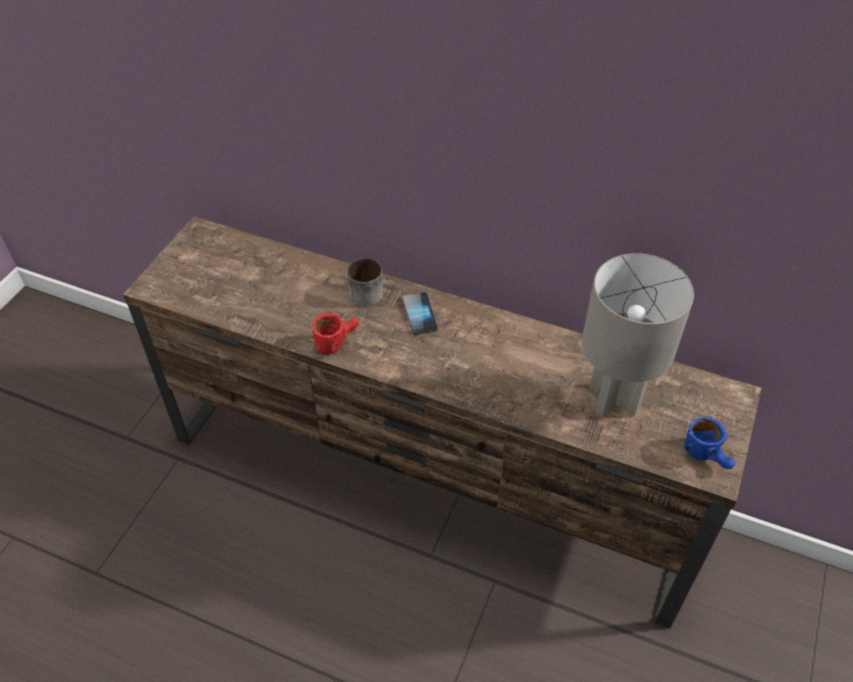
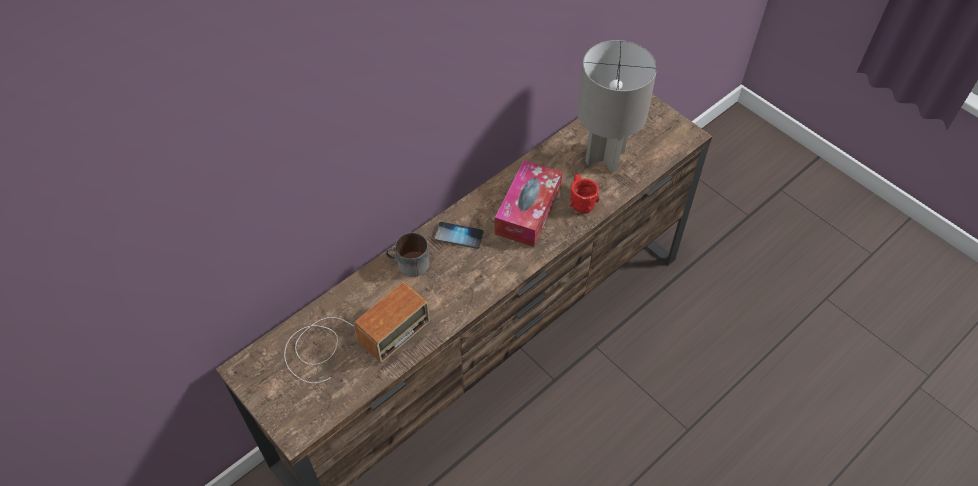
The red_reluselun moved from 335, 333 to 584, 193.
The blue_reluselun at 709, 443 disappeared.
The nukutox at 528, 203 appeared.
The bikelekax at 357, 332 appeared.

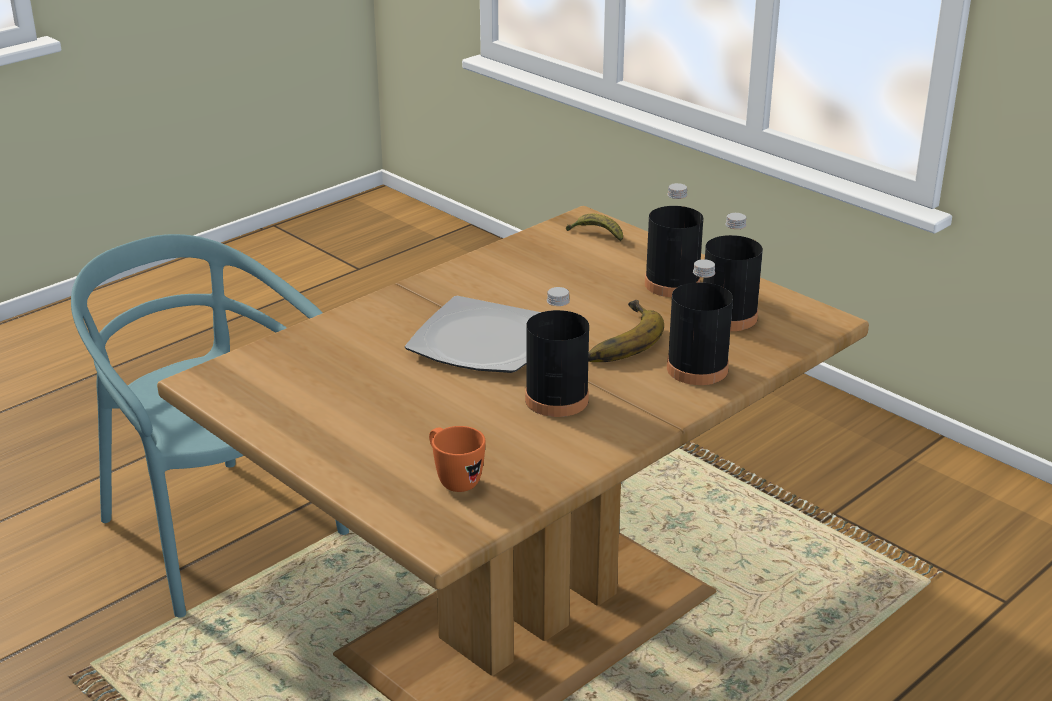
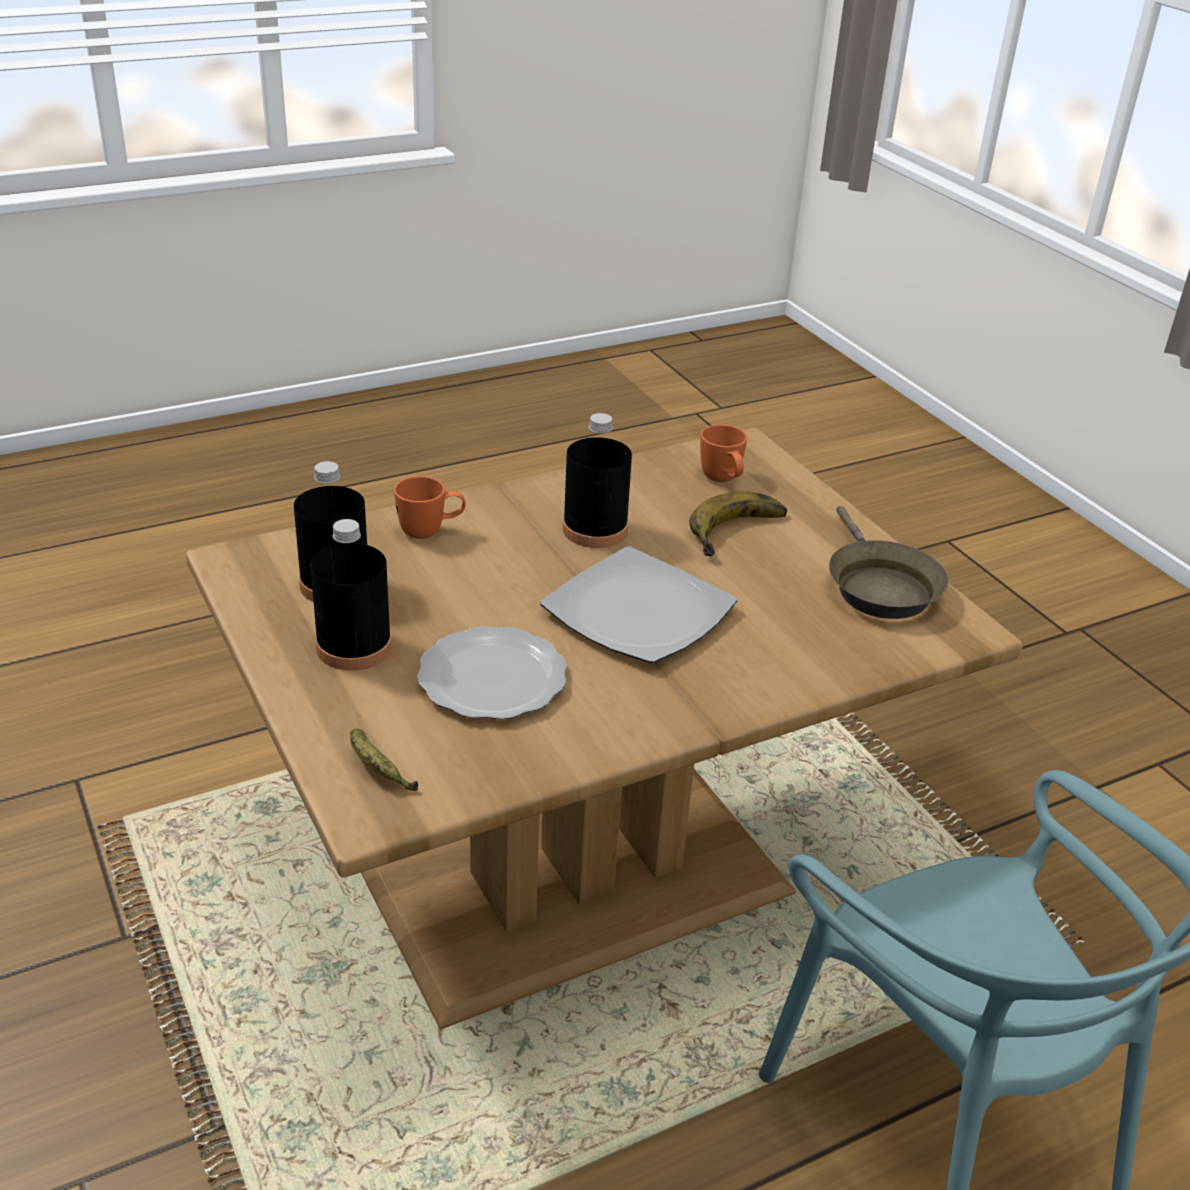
The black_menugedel at 700, 322 was replaced by the orange_reluselun at 430, 507.
The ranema moved from 626, 331 to 738, 524.
The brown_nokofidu at 889, 562 appeared.
The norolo at 492, 673 appeared.

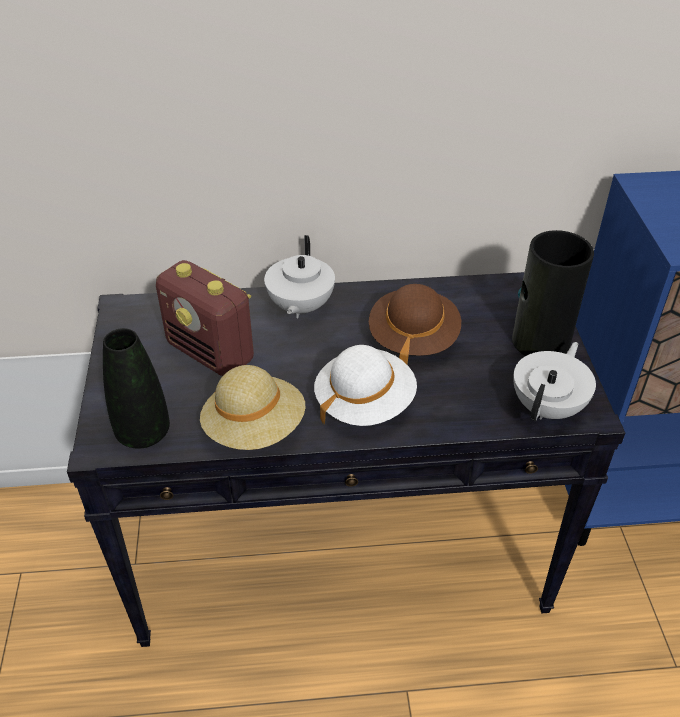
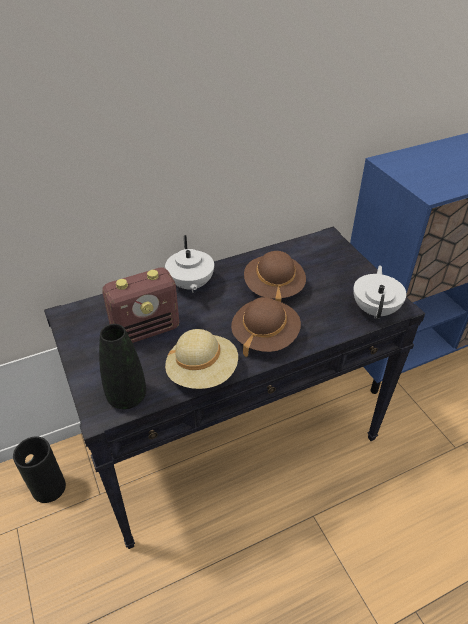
The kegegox moved from 553, 293 to 39, 469.
The bikelekax at 205, 318 turned 45 degrees counterclockwise.
The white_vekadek at 365, 385 became the brown_vekadek at 266, 327.

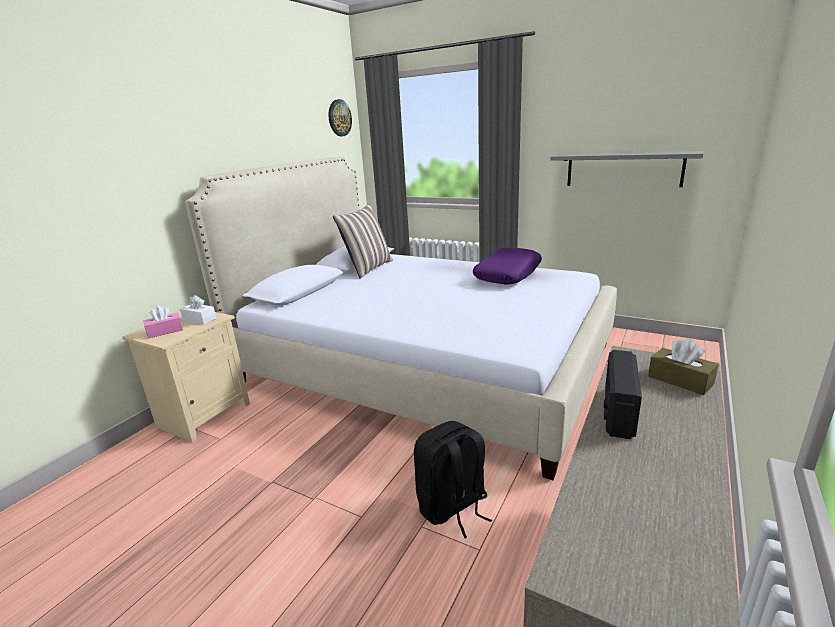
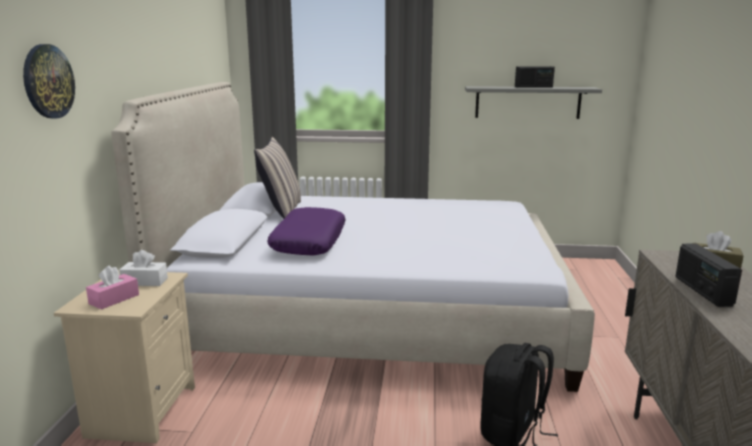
The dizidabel moved from 340, 117 to 49, 81.
The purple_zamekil moved from 507, 266 to 306, 231.
The bikelekax at 535, 77 appeared.

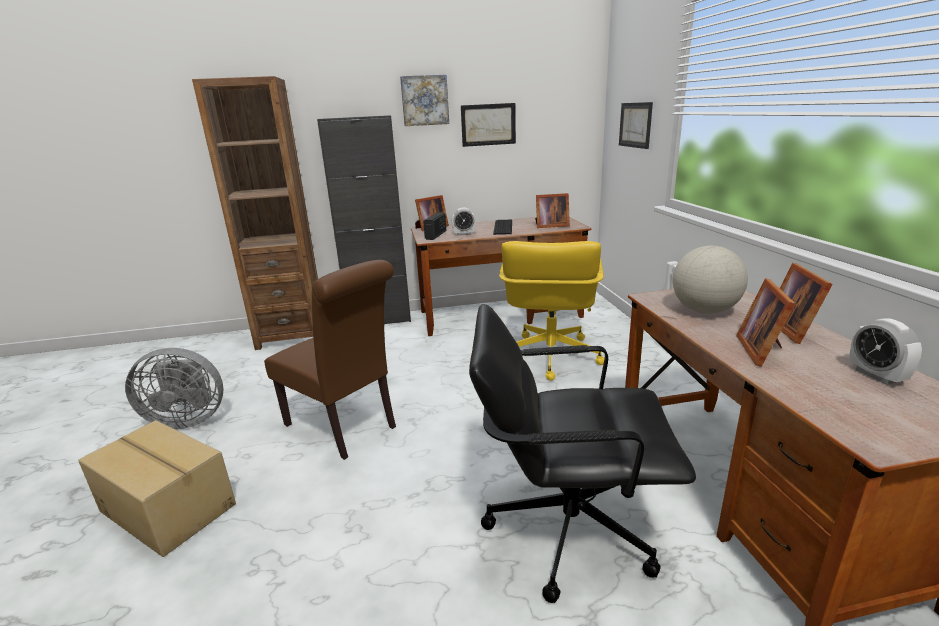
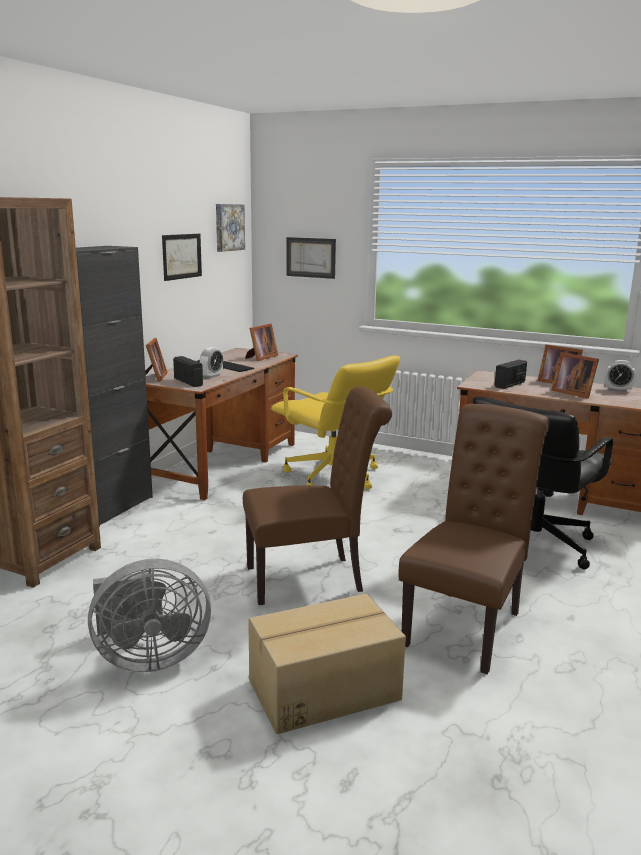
The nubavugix moved from 424, 100 to 230, 228.
The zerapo at 710, 280 was replaced by the bikelekax at 510, 374.
The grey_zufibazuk at 174, 388 turned 45 degrees clockwise.
The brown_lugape at 474, 539 appeared.

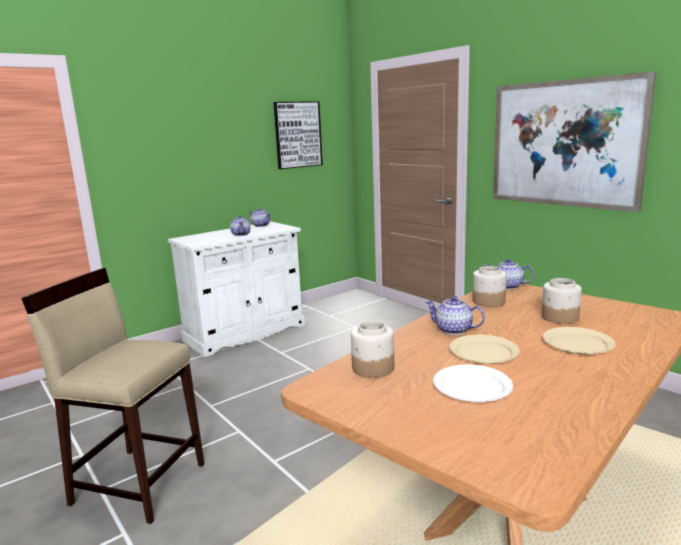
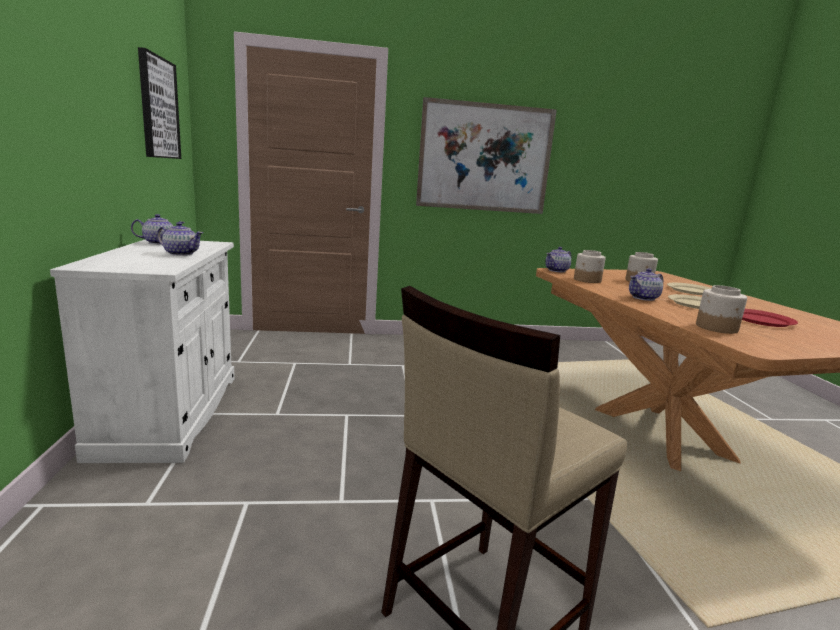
The white_norolo at 473, 383 became the red_norolo at 770, 318.

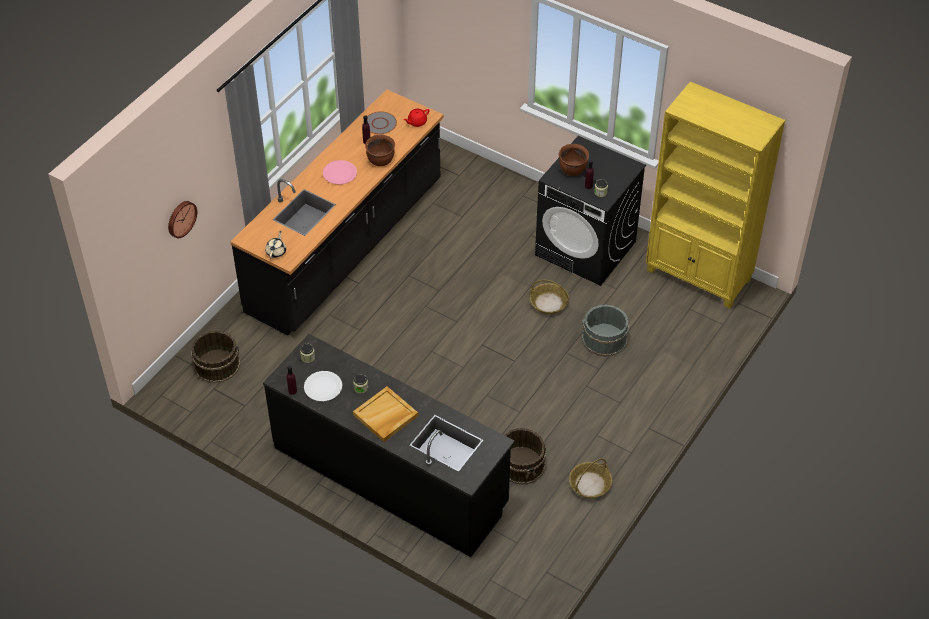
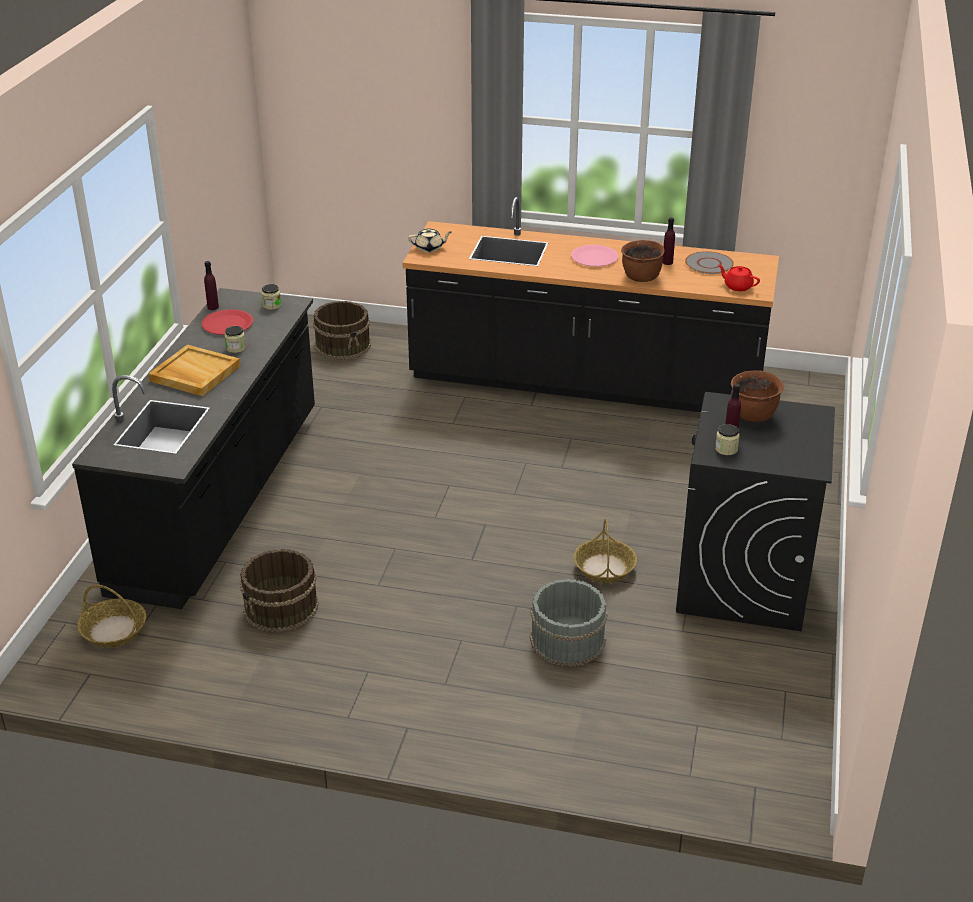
The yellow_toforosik at 715, 195 disappeared.
The dizidabel at 182, 219 disappeared.
The white_norolo at 323, 386 became the red_norolo at 227, 322.
The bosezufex moved from 590, 478 to 111, 616.

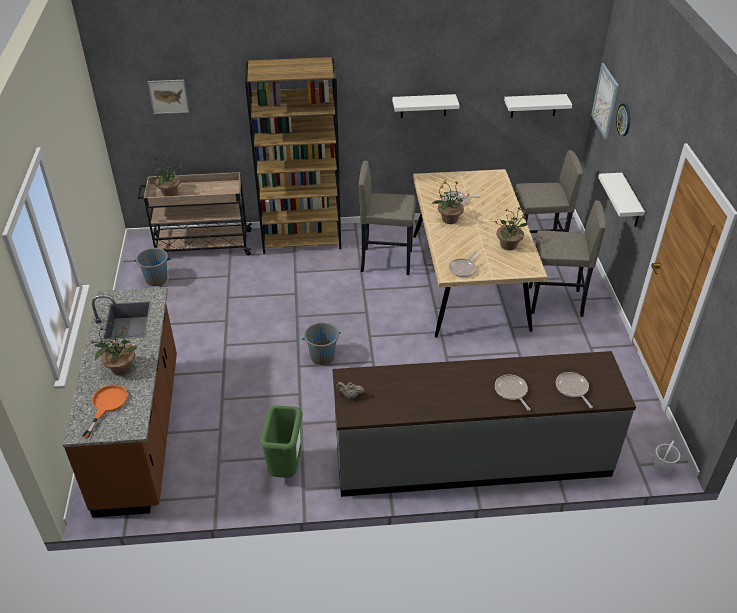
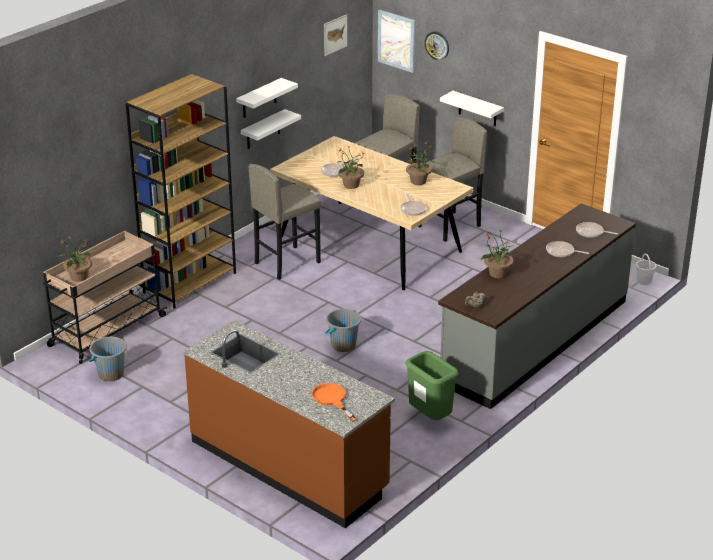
The nubavugix moved from 168, 97 to 335, 35.
The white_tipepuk moved from 538, 106 to 271, 129.
The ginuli moved from 113, 349 to 498, 253.

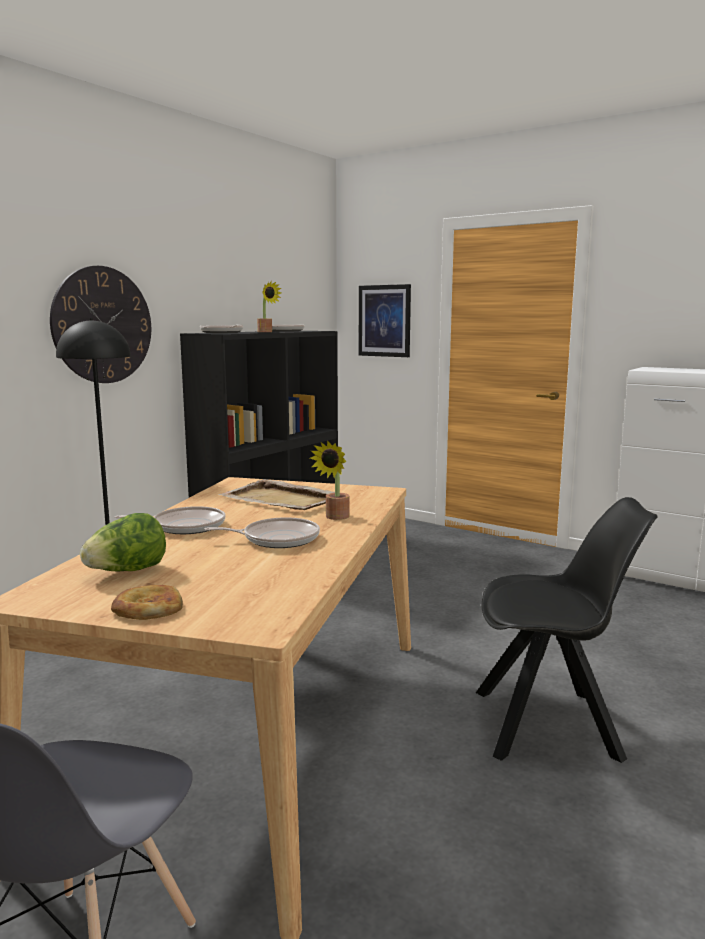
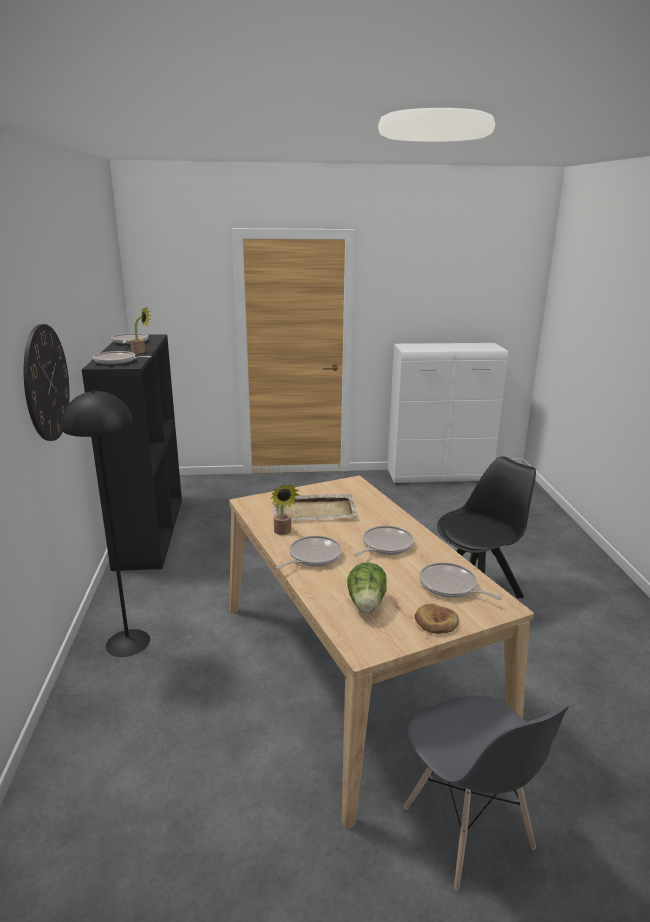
The nubavugix at 385, 320 disappeared.
The ginuli moved from 330, 480 to 284, 509.
The nokofidu at 460, 581 appeared.

